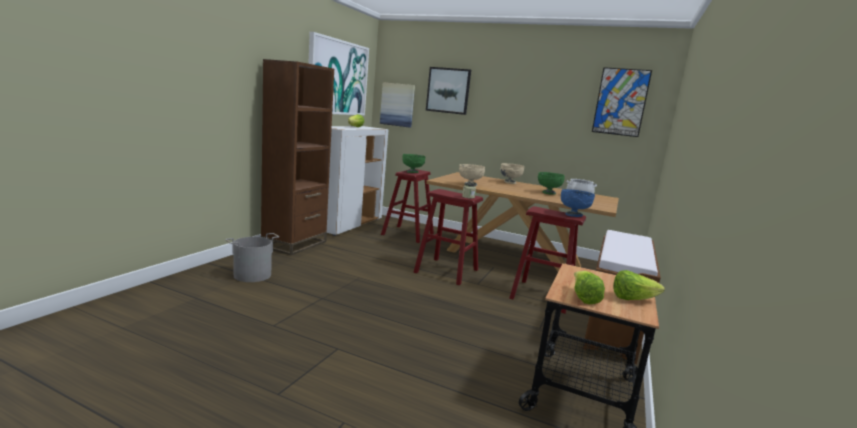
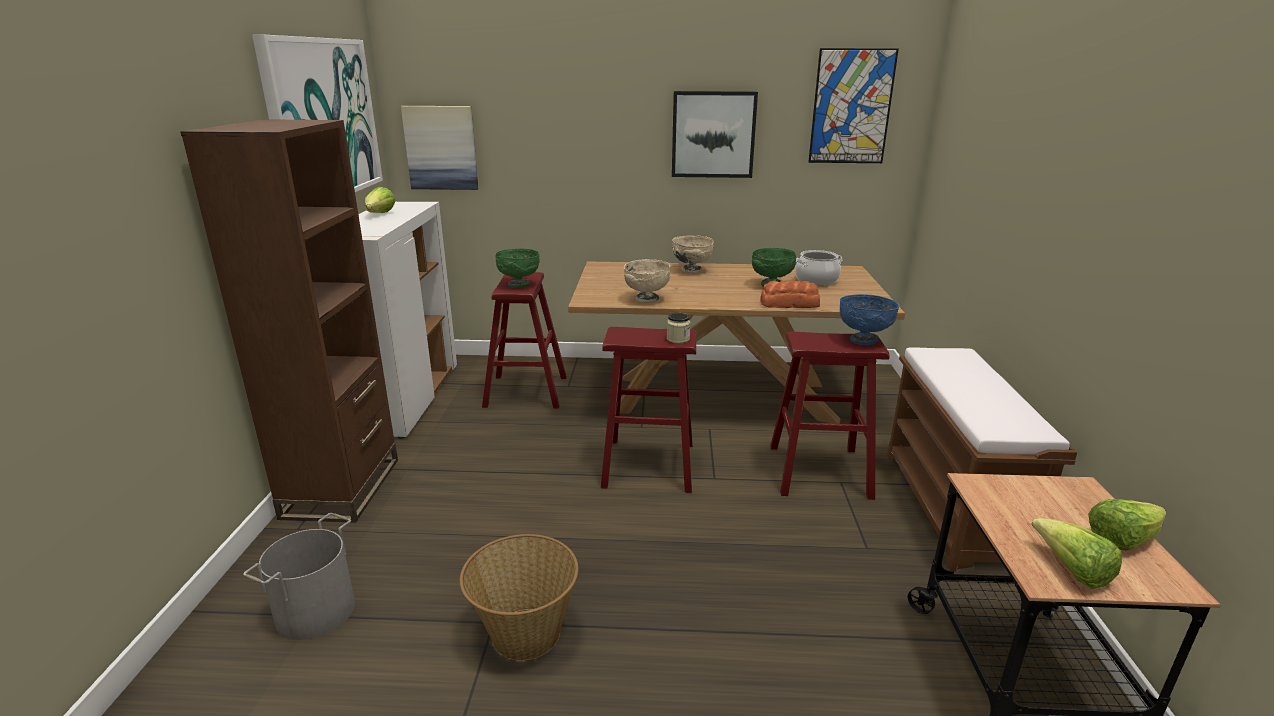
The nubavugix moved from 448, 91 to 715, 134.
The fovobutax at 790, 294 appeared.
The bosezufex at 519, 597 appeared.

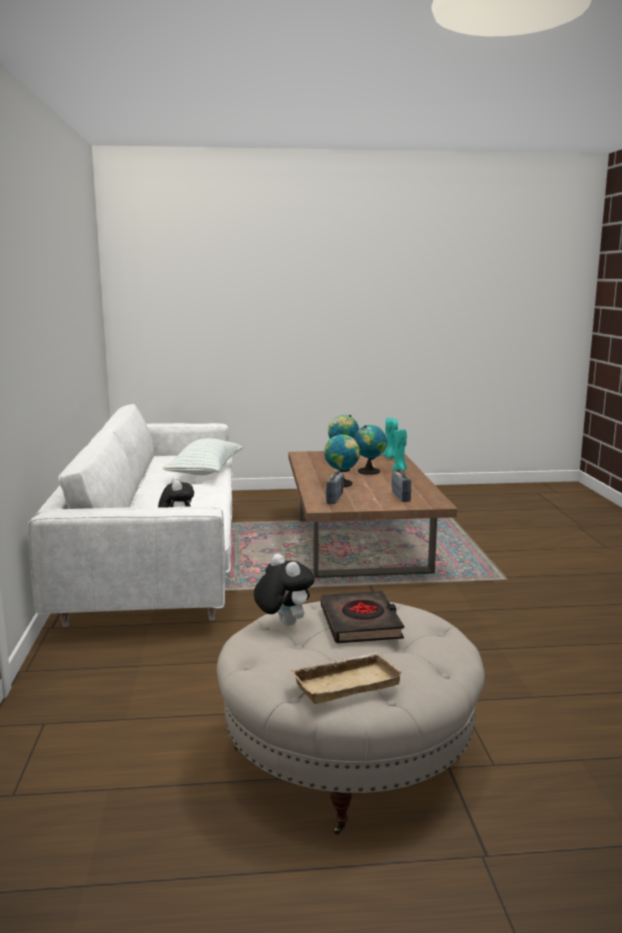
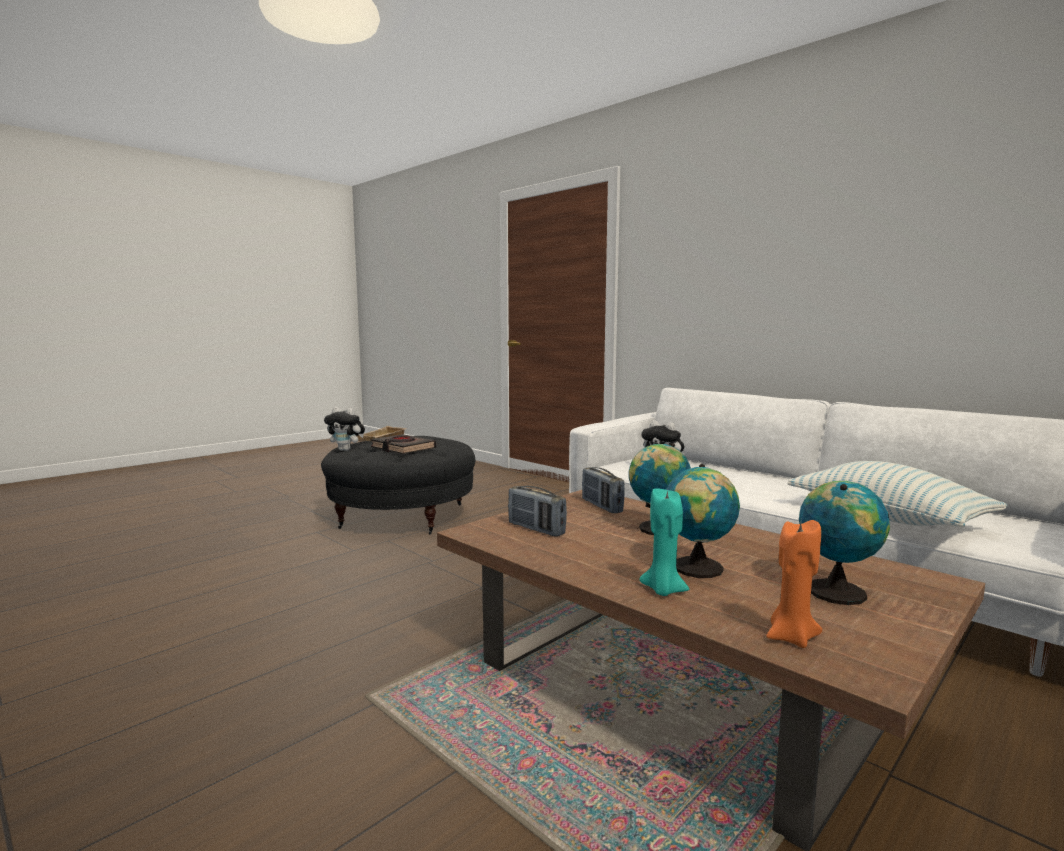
The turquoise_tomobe at 390, 438 became the orange_tomobe at 794, 584.
The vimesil moved from 284, 590 to 344, 429.
The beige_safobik at 351, 718 became the black_safobik at 398, 485.

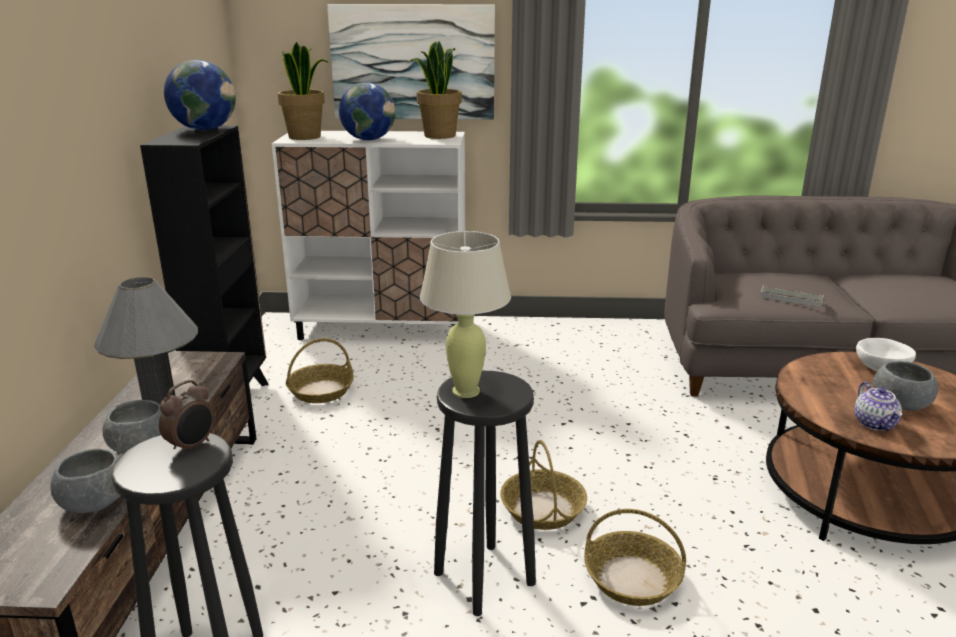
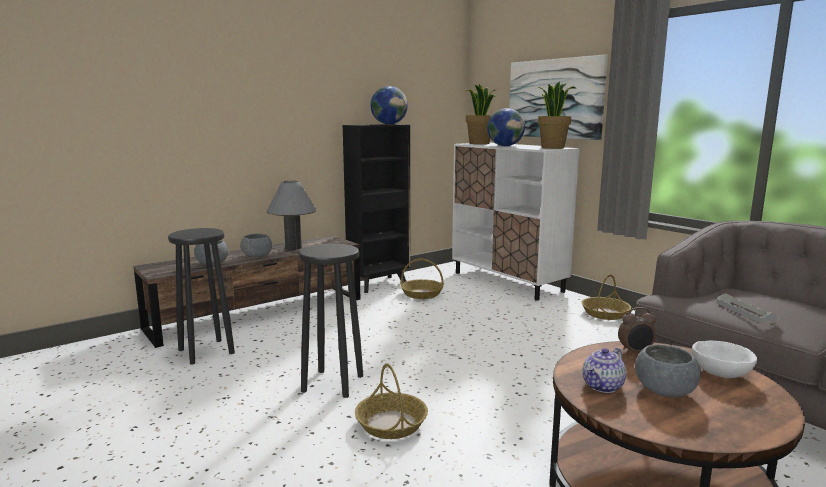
The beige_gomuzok at 465, 314 disappeared.
The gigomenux moved from 186, 418 to 637, 330.
The bosezufex moved from 543, 485 to 606, 297.

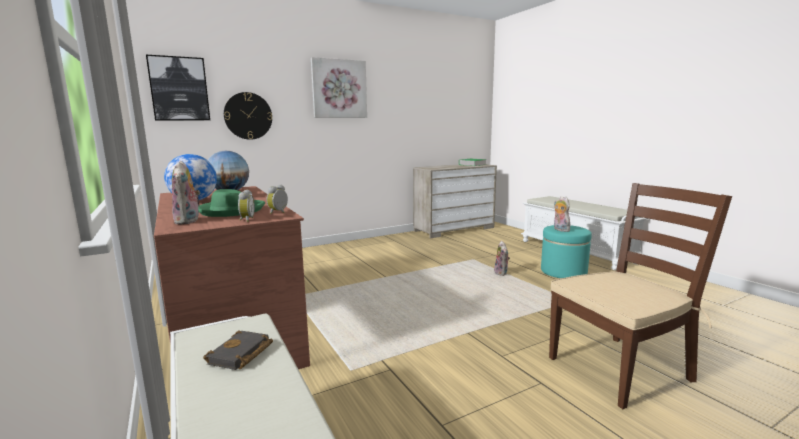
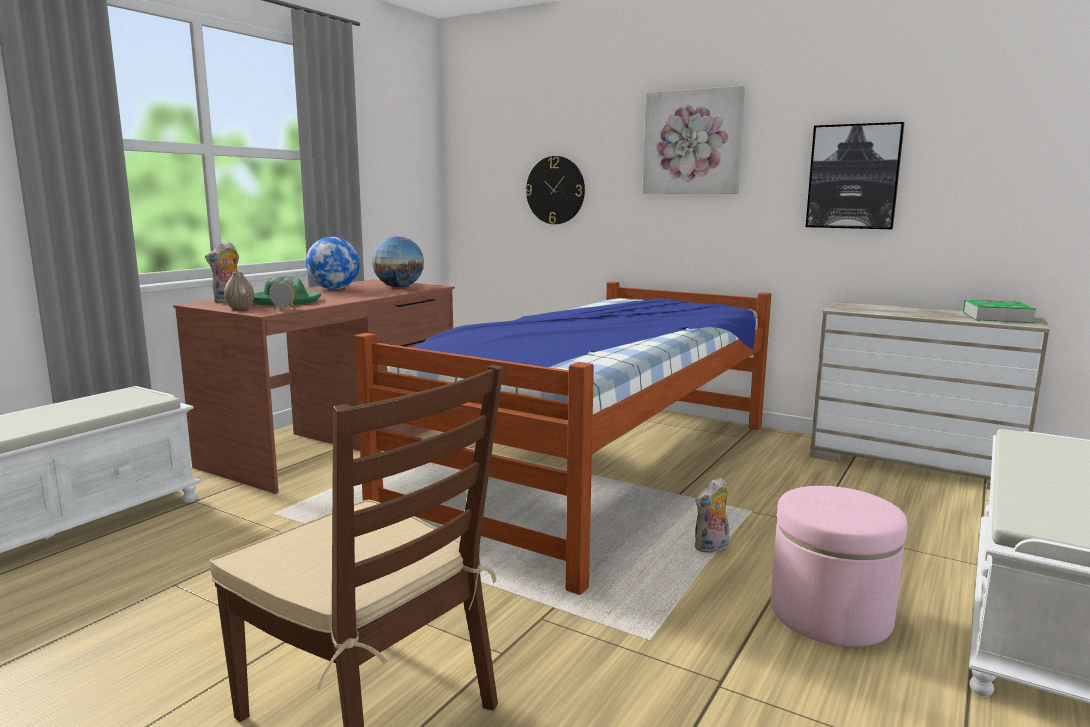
The nubavugix moved from 178, 88 to 855, 175.
The gigomenux at 246, 206 was replaced by the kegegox at 239, 291.
The vimesil at 562, 214 disappeared.
The turquoise_safobik at 566, 251 became the pink_safobik at 839, 566.
The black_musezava at 238, 350 disappeared.
The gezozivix at 562, 438 appeared.

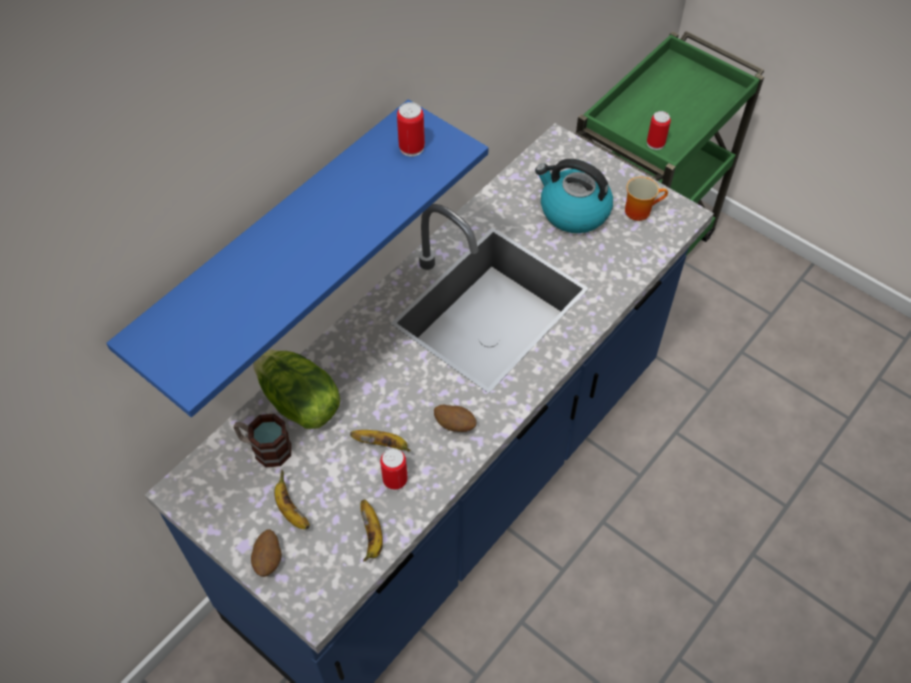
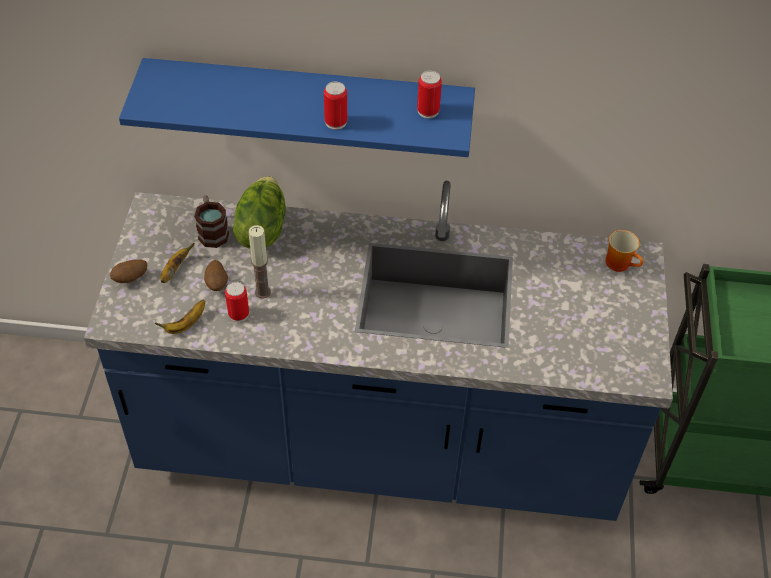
The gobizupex moved from 659, 130 to 335, 106.
The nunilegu at 574, 196 disappeared.
The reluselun moved from 646, 198 to 624, 251.
The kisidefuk moved from 455, 418 to 216, 275.
The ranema at 380, 441 was replaced by the tomobe at 260, 262.

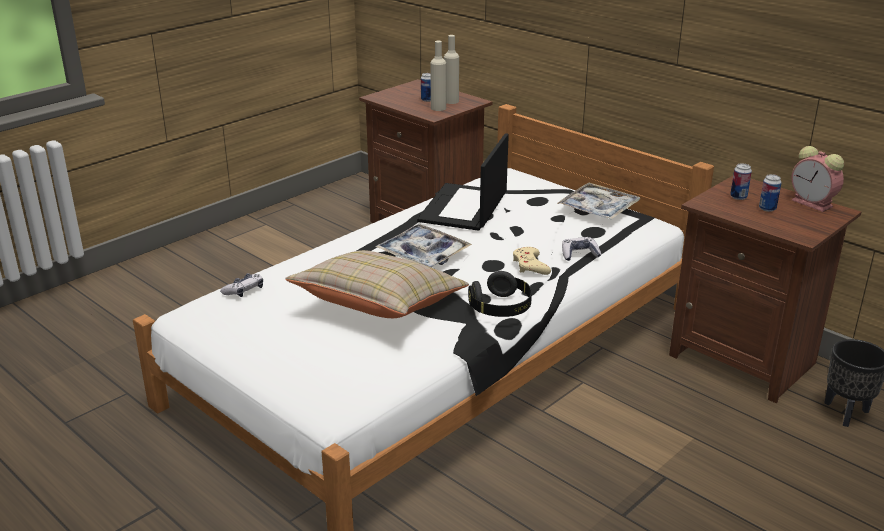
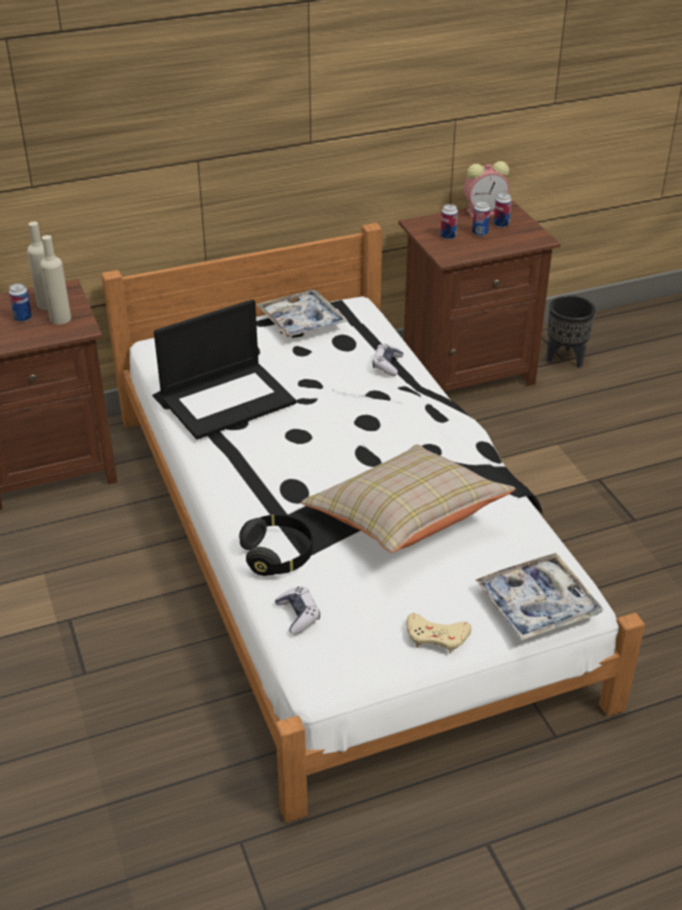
The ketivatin at 463, 182 turned 75 degrees counterclockwise.
The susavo moved from 423, 246 to 539, 597.
The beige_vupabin moved from 532, 261 to 439, 633.
The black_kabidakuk moved from 500, 294 to 276, 545.
The gobizupex at 503, 210 appeared.

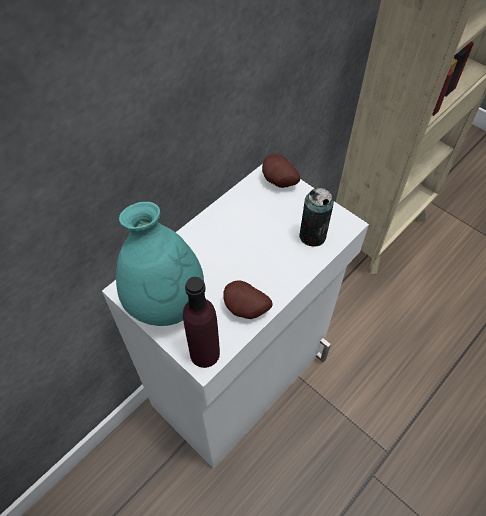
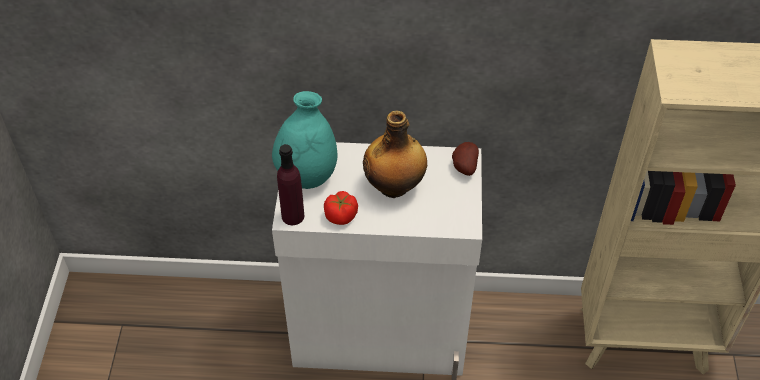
The gobizupex at 316, 217 disappeared.
The kisidefuk at 248, 299 was replaced by the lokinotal at 341, 208.
The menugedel at 395, 154 appeared.

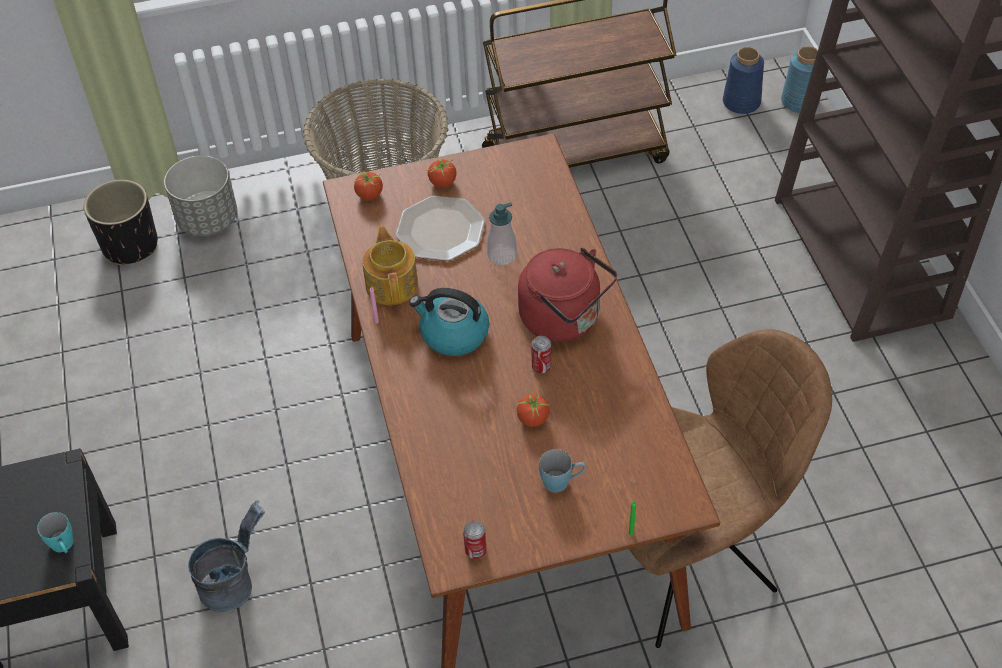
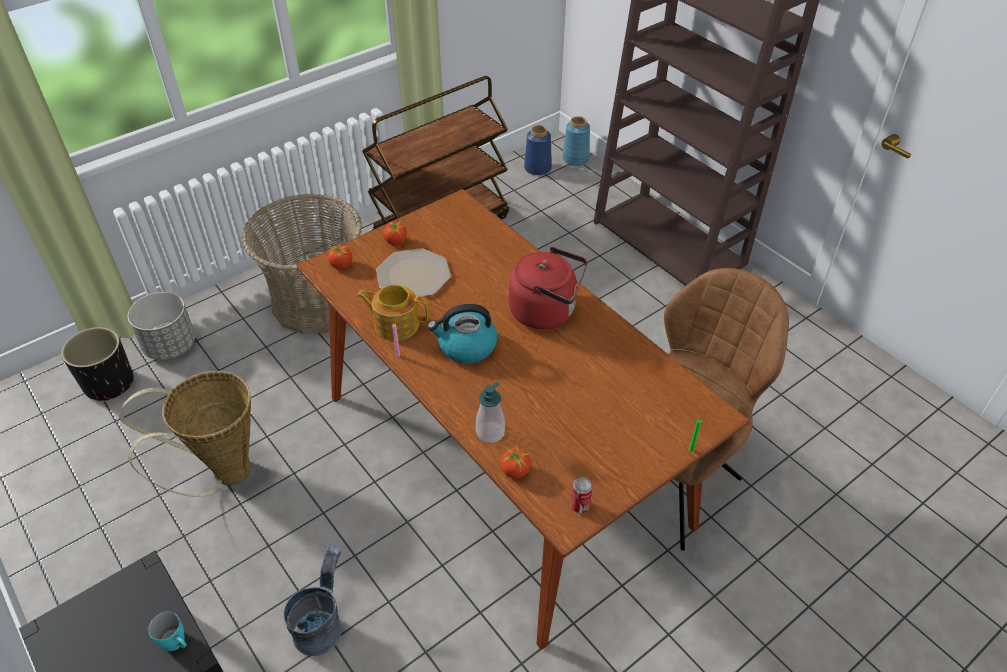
The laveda moved from 502, 233 to 490, 412.
The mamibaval at 390, 265 turned 45 degrees counterclockwise.
The gobizupex at 541, 355 disappeared.
The lokinotal moved from 533, 407 to 515, 460.
The blue_reluselun at 562, 471 disappeared.
The bosezufex at 185, 434 appeared.

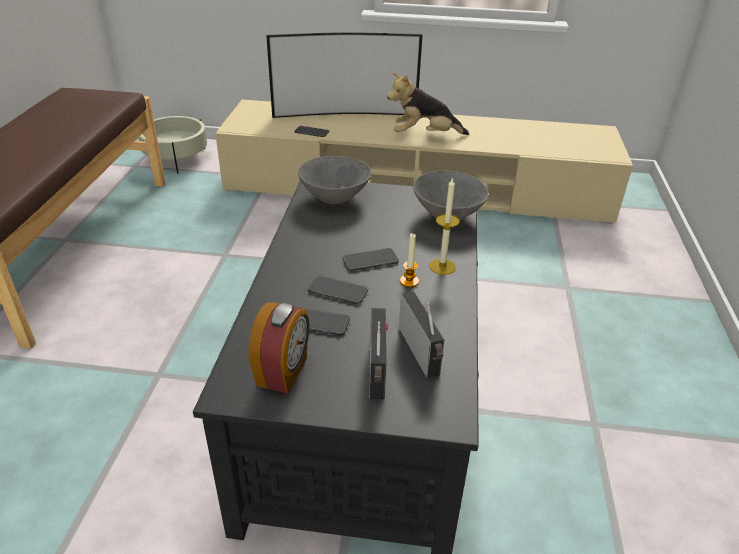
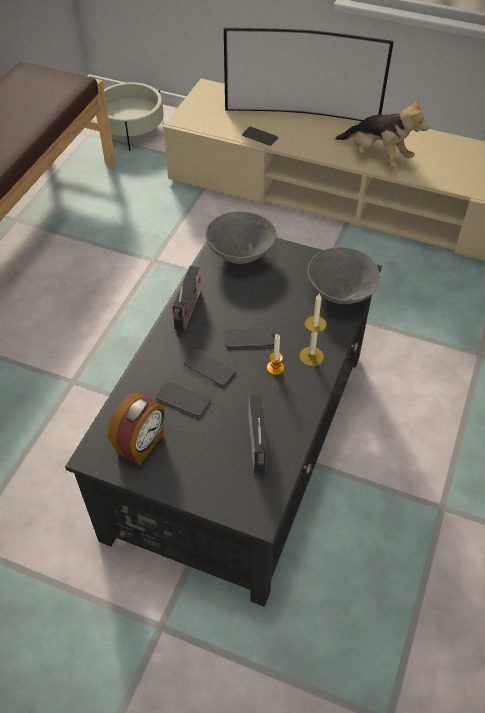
The vimesil at 428, 103 turned 150 degrees counterclockwise.
The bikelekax moved from 378, 353 to 186, 298.

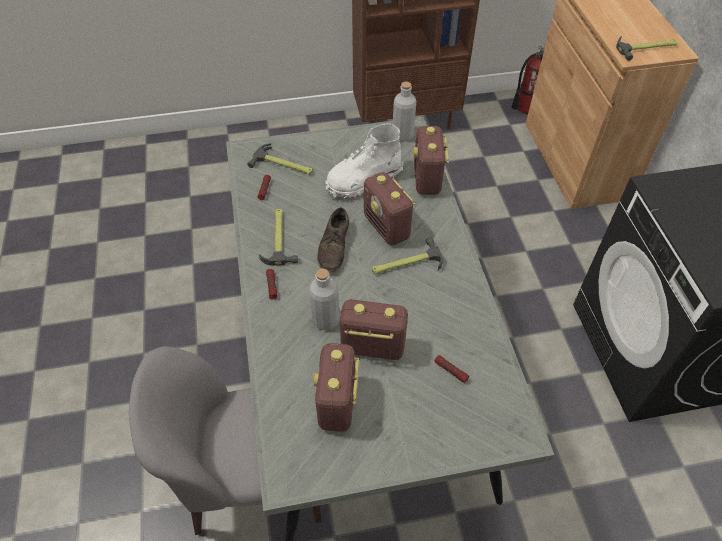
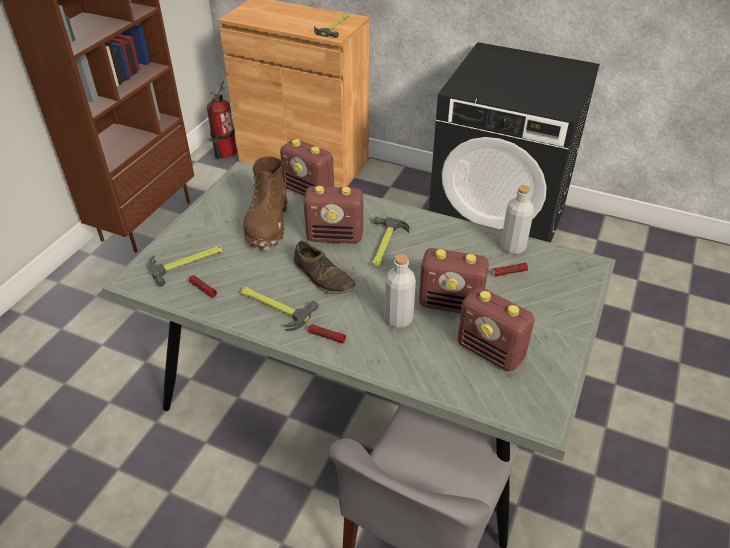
The grey_menugedel moved from 404, 112 to 517, 220.
The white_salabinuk at 364, 162 became the brown_salabinuk at 265, 203.
The bikelekax at 374, 329 turned 120 degrees counterclockwise.

